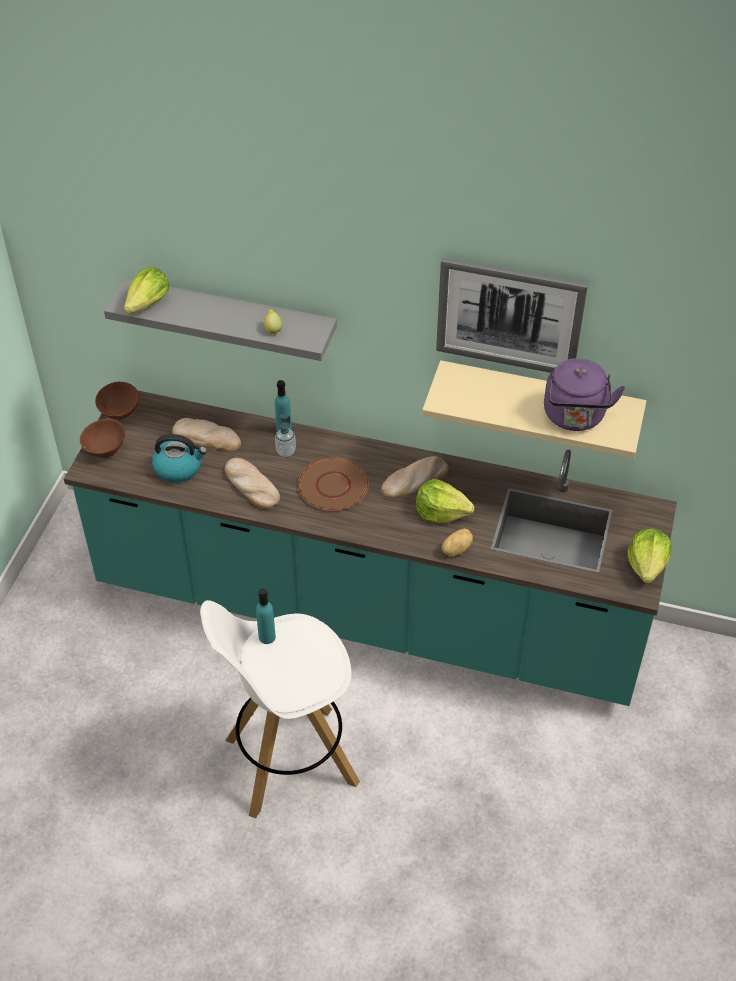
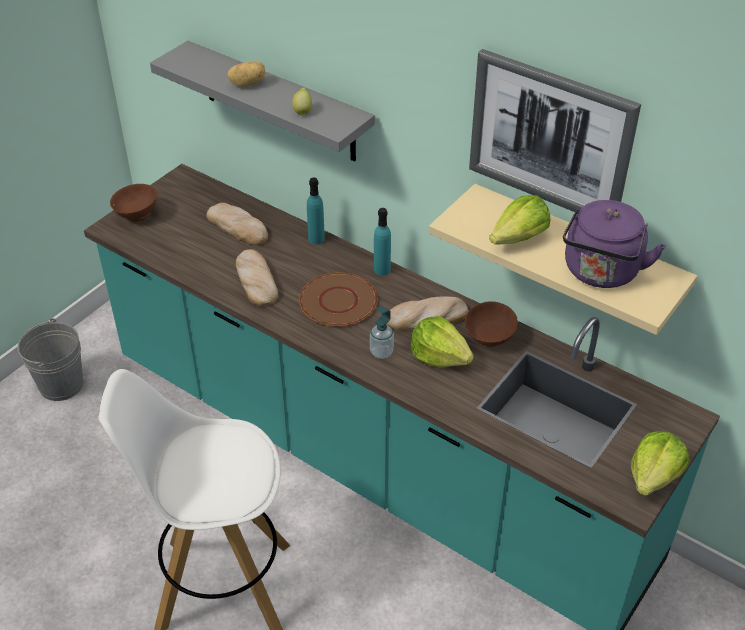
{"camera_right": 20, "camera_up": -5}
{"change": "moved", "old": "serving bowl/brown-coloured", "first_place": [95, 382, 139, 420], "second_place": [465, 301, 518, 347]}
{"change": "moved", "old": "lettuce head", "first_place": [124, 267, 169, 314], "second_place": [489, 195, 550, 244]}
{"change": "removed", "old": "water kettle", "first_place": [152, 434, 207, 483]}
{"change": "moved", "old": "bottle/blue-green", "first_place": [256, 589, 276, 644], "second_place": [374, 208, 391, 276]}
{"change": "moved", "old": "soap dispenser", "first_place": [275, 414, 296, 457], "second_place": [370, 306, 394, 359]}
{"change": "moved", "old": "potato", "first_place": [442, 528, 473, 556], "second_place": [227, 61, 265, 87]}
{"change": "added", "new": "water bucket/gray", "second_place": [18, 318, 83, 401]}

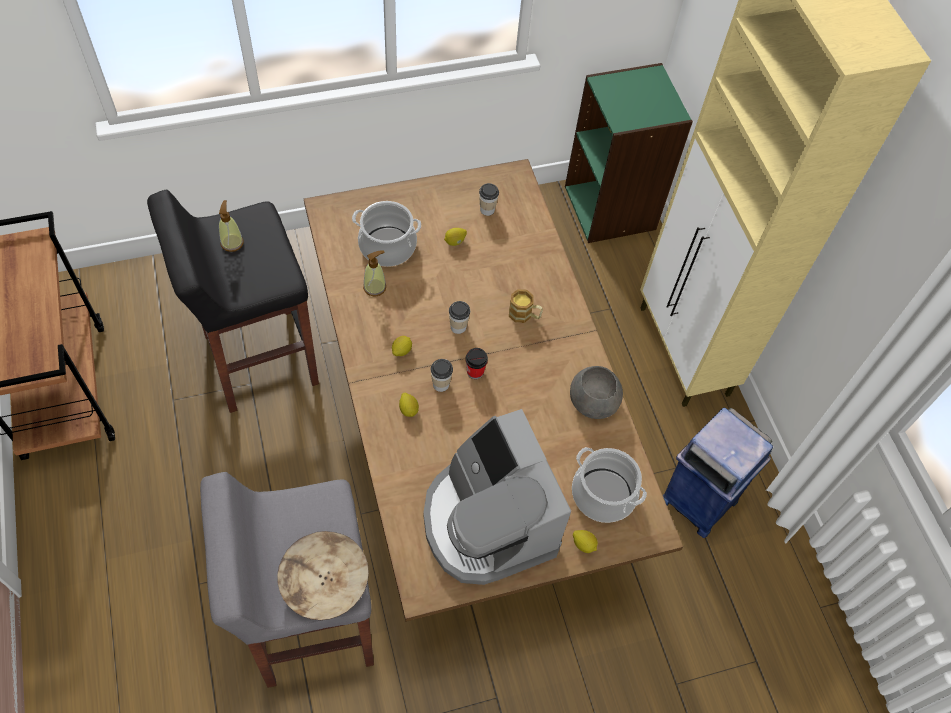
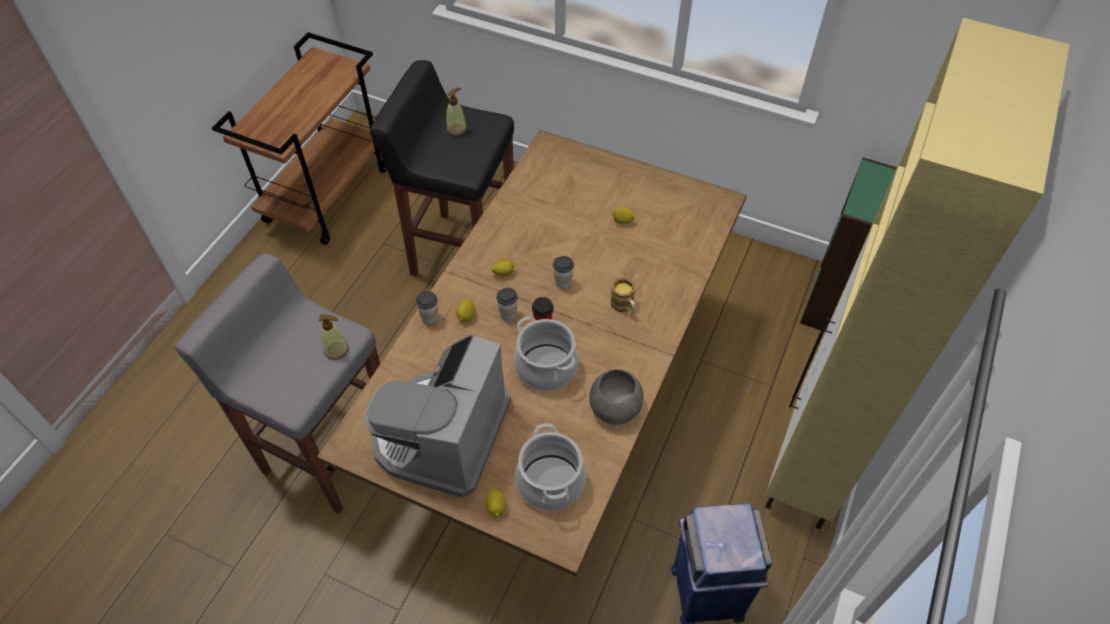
{"camera_right": 45, "camera_up": -5}
{"change": "removed", "old": "serving bowl/sand-coloured", "first_place": [277, 531, 369, 620]}
{"change": "moved", "old": "stockpot", "first_place": [352, 201, 421, 267], "second_place": [514, 316, 578, 391]}
{"change": "moved", "old": "soap dispenser", "first_place": [363, 250, 386, 296], "second_place": [319, 314, 349, 360]}
{"change": "moved", "old": "small cup", "first_place": [479, 183, 499, 216], "second_place": [416, 291, 438, 325]}

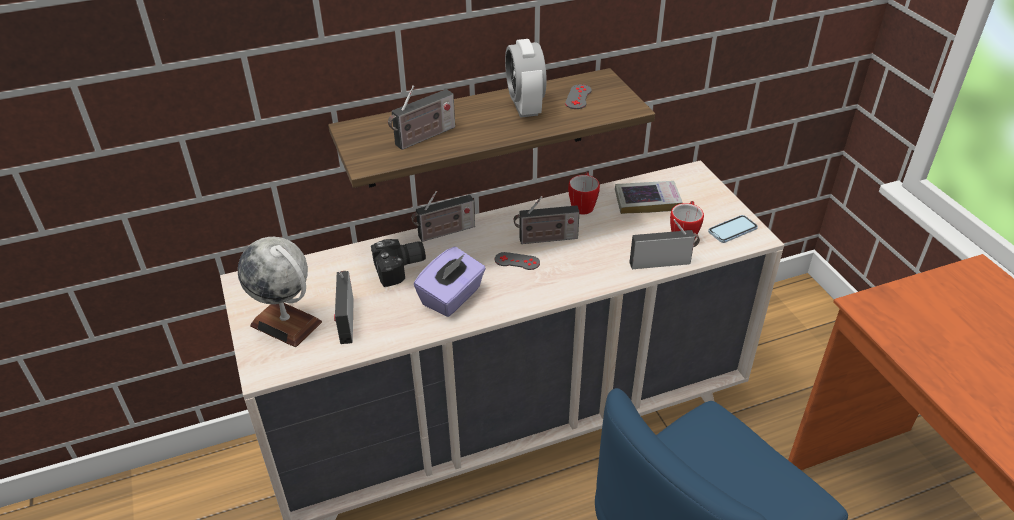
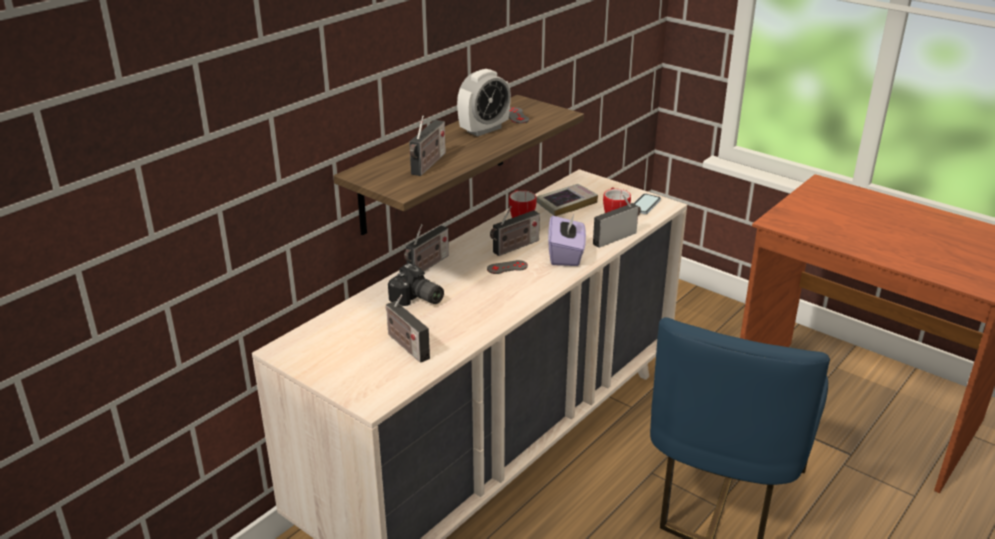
{"camera_right": -30, "camera_up": -10}
{"change": "removed", "old": "desk globe", "first_place": [238, 237, 322, 347]}
{"change": "turned", "old": "still camera", "first_place": [371, 239, 426, 287], "second_place": [388, 263, 444, 306], "degrees": 90}
{"change": "moved", "old": "tissue box/purple", "first_place": [414, 246, 486, 317], "second_place": [548, 212, 586, 266]}
{"change": "turned", "old": "bedside clock", "first_place": [505, 39, 547, 118], "second_place": [457, 69, 511, 137], "degrees": -90}

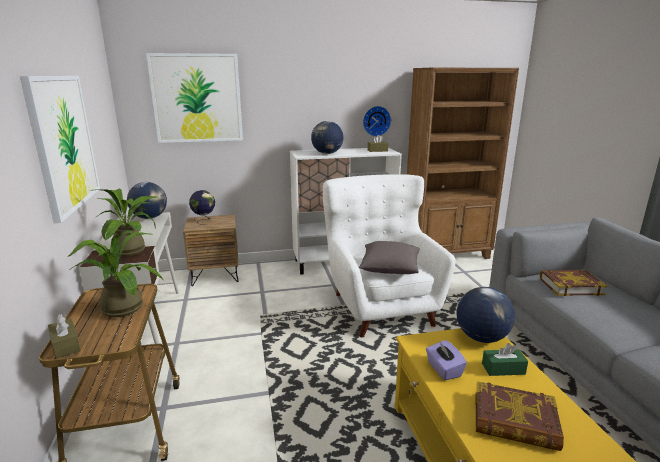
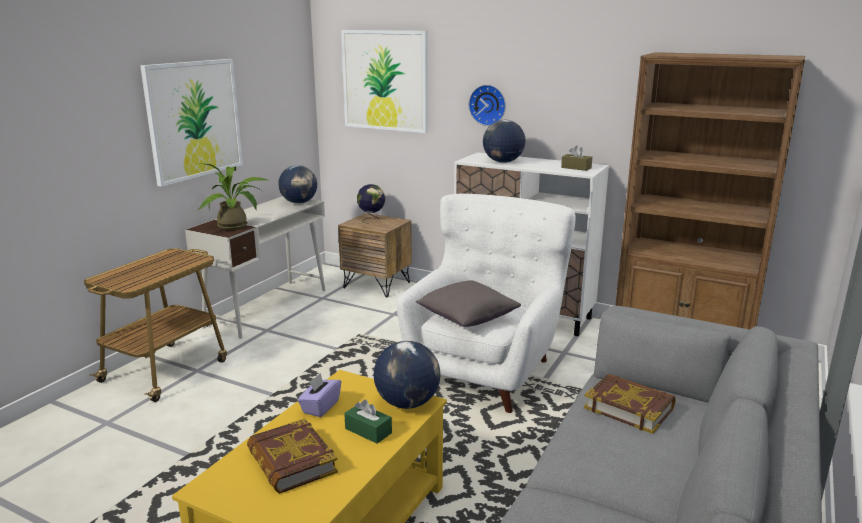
{"camera_right": 40, "camera_up": 0}
{"change": "removed", "old": "tissue box/brown-coloured", "first_place": [48, 314, 81, 358]}
{"change": "removed", "old": "plant in a pot", "first_place": [67, 230, 163, 317]}
{"change": "moved", "old": "wall clock", "first_place": [363, 106, 391, 137], "second_place": [469, 85, 506, 126]}

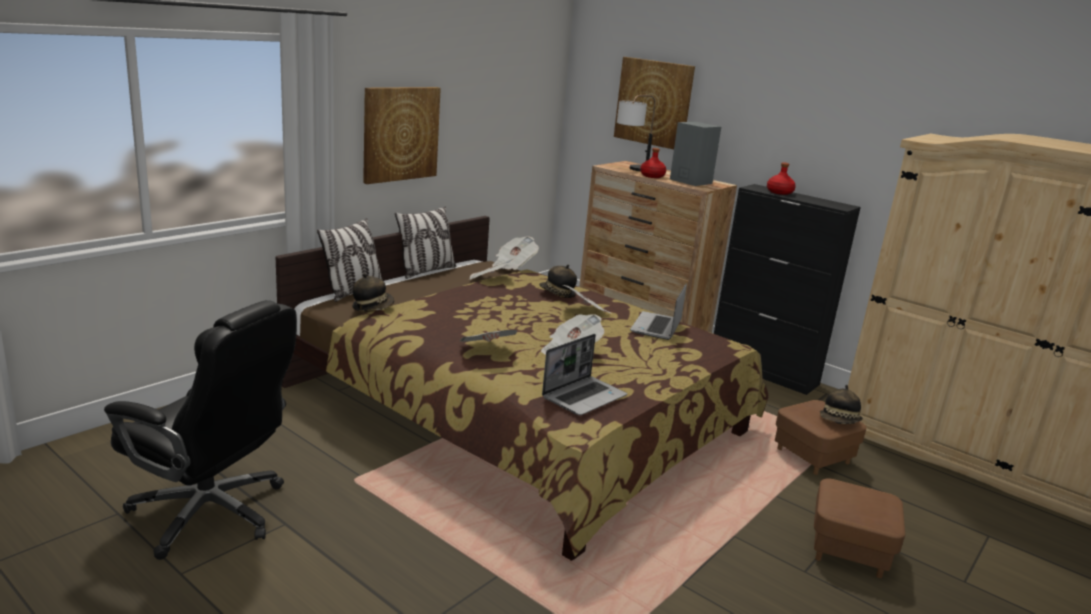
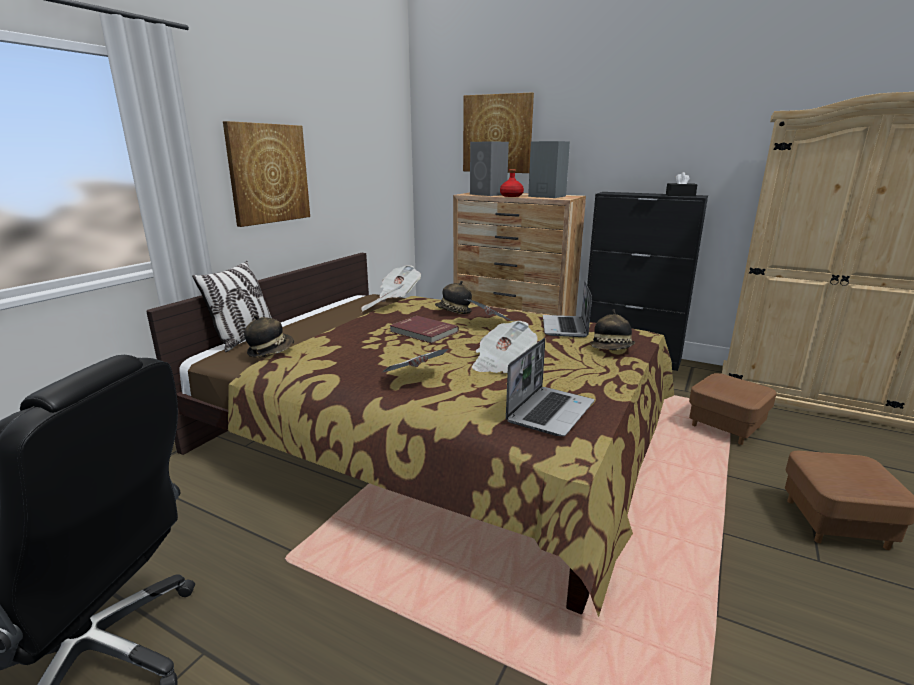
{"camera_right": -10, "camera_up": 0}
{"change": "removed", "old": "pillow", "first_place": [395, 207, 456, 279]}
{"change": "replaced", "old": "tabletop lamp", "new": "loudspeaker/gray", "first_place": [617, 95, 656, 171], "second_place": [470, 142, 509, 196]}
{"change": "removed", "old": "bottle/red", "first_place": [767, 162, 796, 195]}
{"change": "moved", "old": "hat", "first_place": [820, 385, 863, 424], "second_place": [590, 309, 635, 350]}
{"change": "added", "new": "volume/red", "second_place": [390, 316, 459, 344]}
{"change": "added", "new": "tissue box/black", "second_place": [666, 172, 697, 196]}

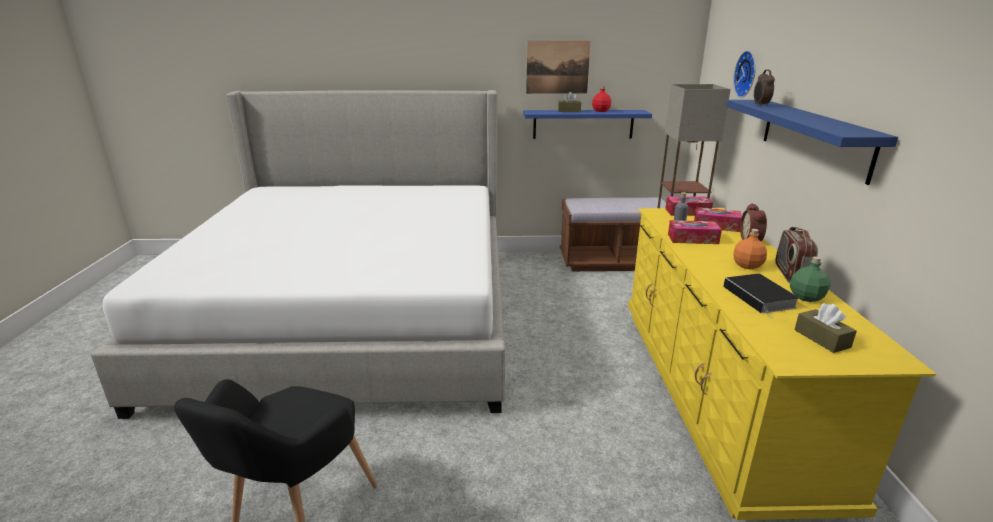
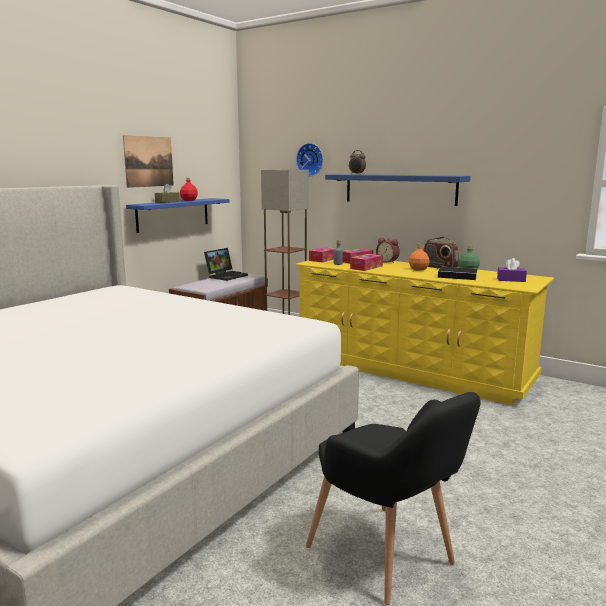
{"camera_right": -55, "camera_up": -10}
{"change": "recoloured", "old": "tissue box/brown-coloured", "new": "tissue box/purple", "first_place": [795, 303, 857, 353], "second_place": [497, 258, 527, 282]}
{"change": "added", "new": "laptop", "second_place": [204, 248, 248, 281]}

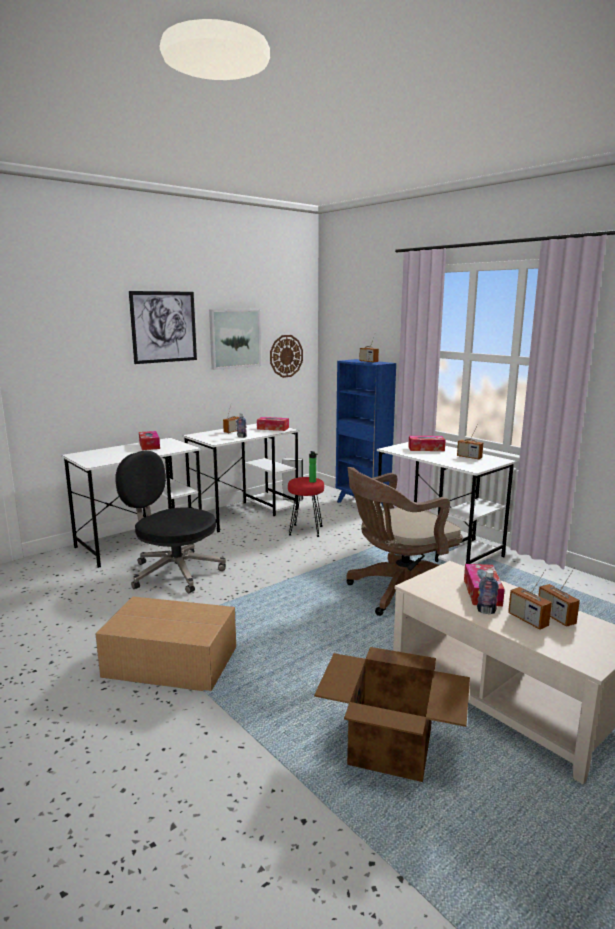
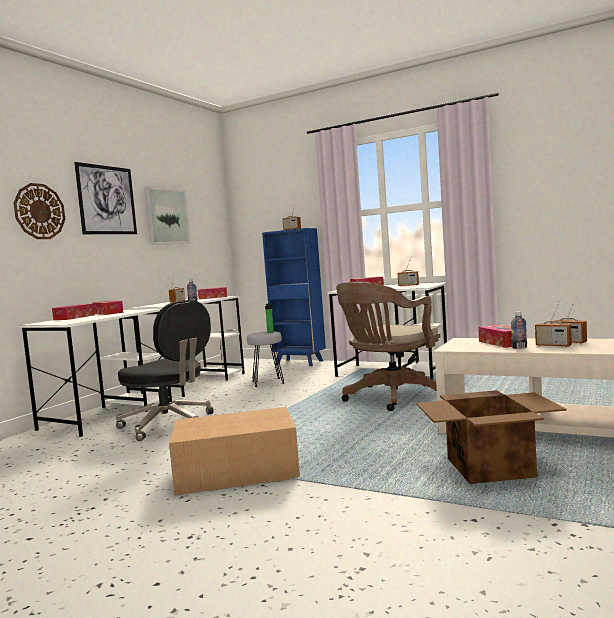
{"camera_right": -20, "camera_up": -10}
{"change": "turned", "old": "office chair/black", "first_place": [115, 451, 226, 593], "second_place": [116, 300, 214, 441], "degrees": -150}
{"change": "moved", "old": "wall clock", "first_place": [270, 335, 303, 378], "second_place": [14, 183, 65, 239]}
{"change": "recoloured", "old": "sitting stool/red", "new": "sitting stool/gray", "first_place": [288, 477, 324, 537], "second_place": [247, 331, 285, 387]}
{"change": "added", "new": "tissue box", "second_place": [52, 303, 95, 320]}

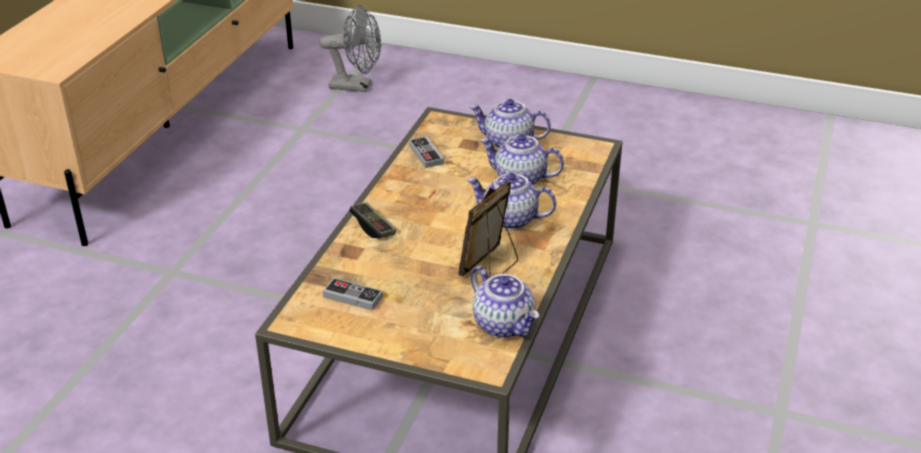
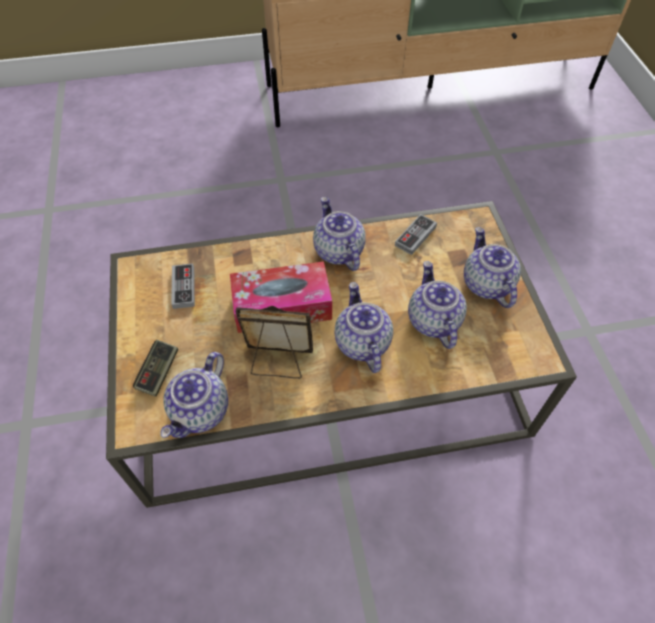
{"camera_right": 60, "camera_up": 20}
{"change": "removed", "old": "cooling fan/gray", "first_place": [319, 5, 381, 92]}
{"change": "moved", "old": "game controller", "first_place": [349, 202, 397, 239], "second_place": [133, 340, 178, 397]}
{"change": "added", "new": "tissue box", "second_place": [230, 261, 332, 333]}
{"change": "added", "new": "tea pot", "second_place": [313, 197, 366, 271]}

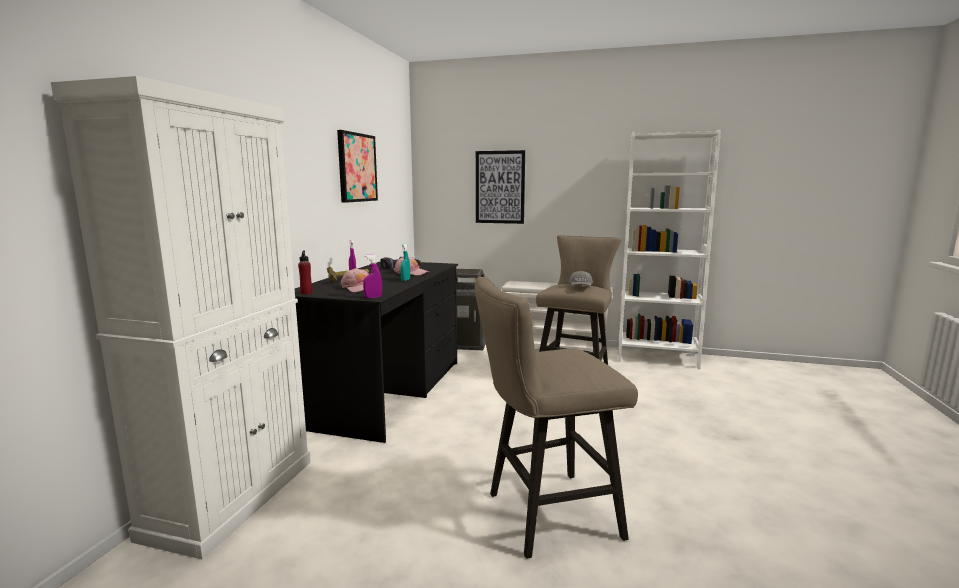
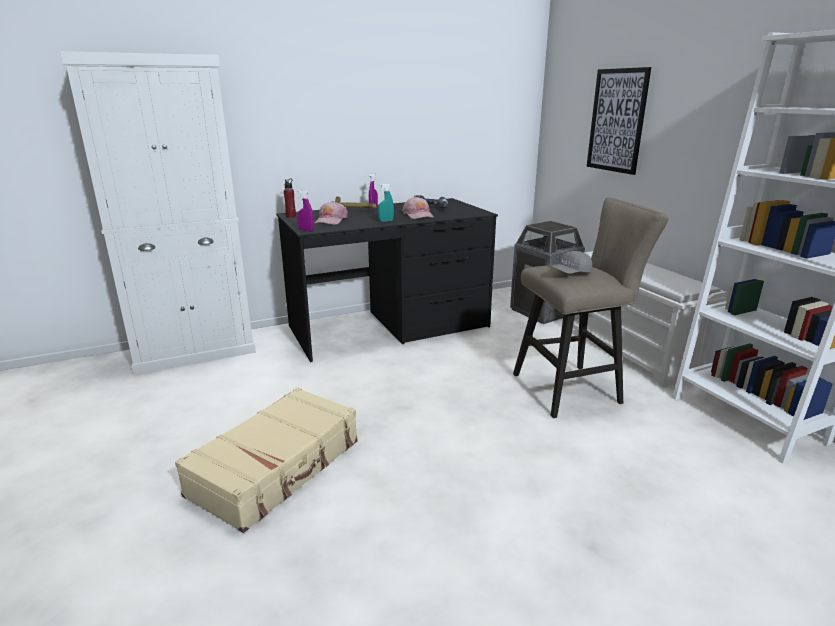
{"camera_right": 50, "camera_up": 10}
{"change": "removed", "old": "wall art", "first_place": [337, 130, 378, 203]}
{"change": "replaced", "old": "sitting stool/sand-coloured", "new": "suitcase/sand-coloured", "first_place": [474, 277, 638, 559], "second_place": [175, 387, 357, 533]}

